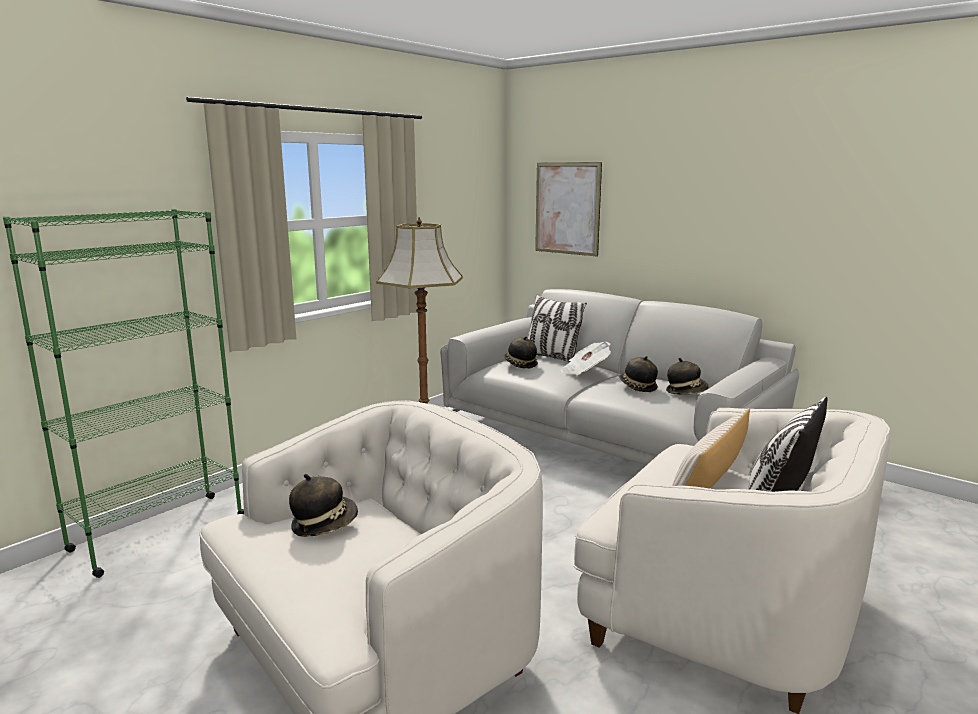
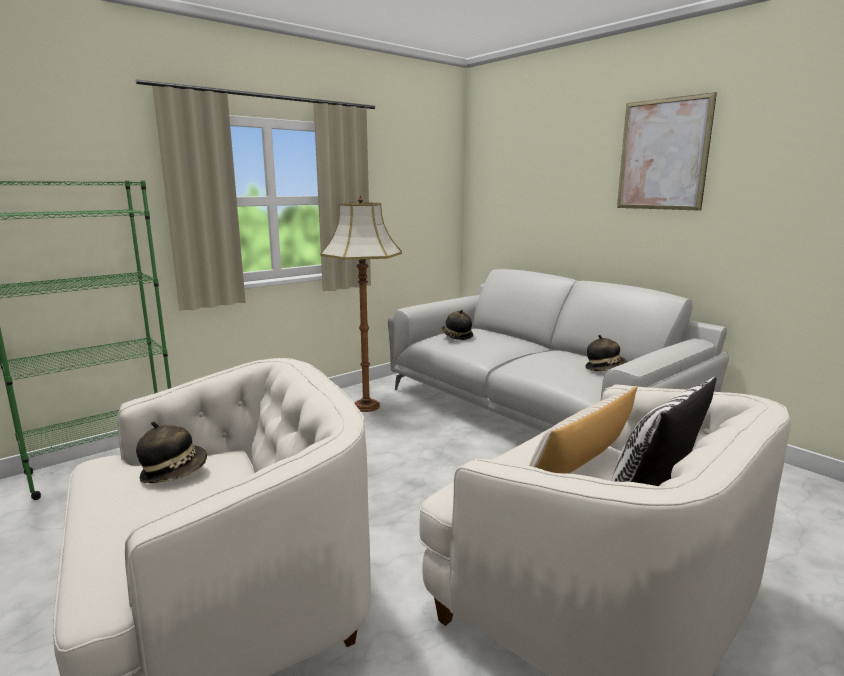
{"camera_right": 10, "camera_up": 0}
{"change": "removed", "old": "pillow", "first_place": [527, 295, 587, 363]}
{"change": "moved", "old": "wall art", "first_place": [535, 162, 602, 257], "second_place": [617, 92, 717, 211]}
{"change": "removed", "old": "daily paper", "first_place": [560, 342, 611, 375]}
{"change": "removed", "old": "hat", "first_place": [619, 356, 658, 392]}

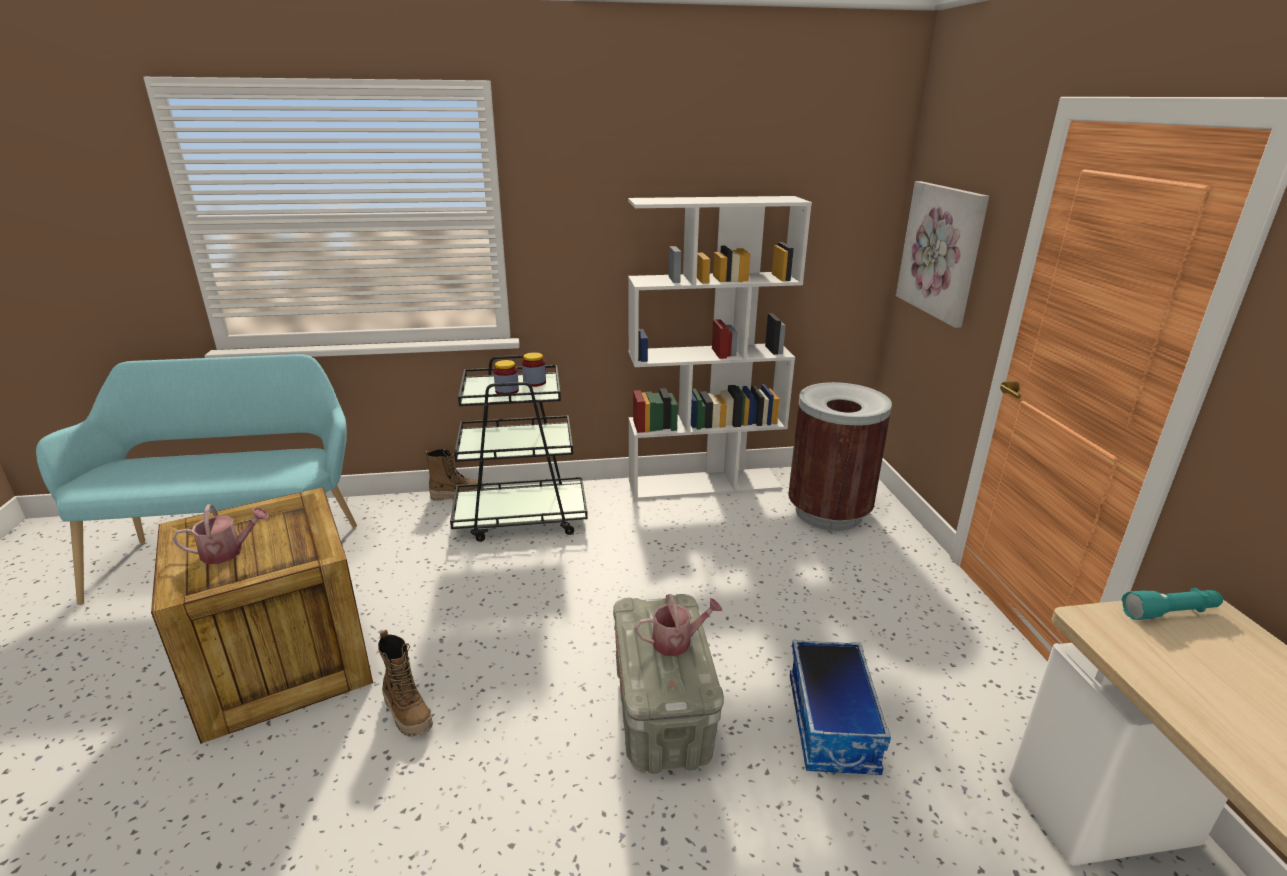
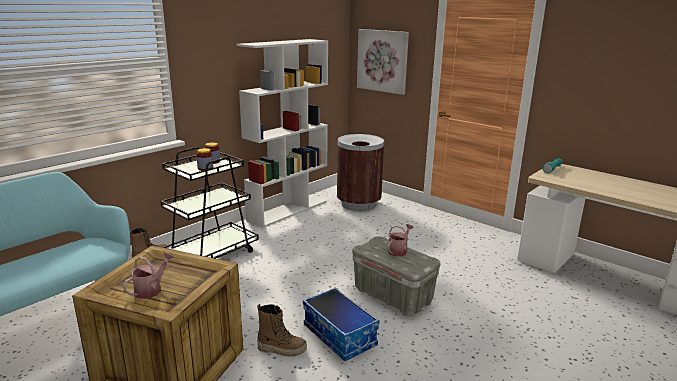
{"camera_right": -40, "camera_up": -5}
{"change": "moved", "old": "storage box", "first_place": [790, 640, 891, 775], "second_place": [303, 287, 380, 361]}

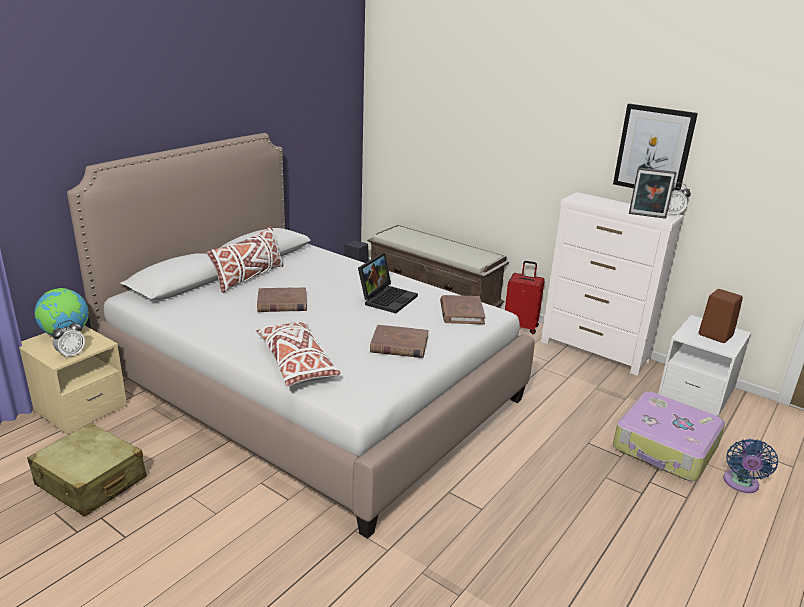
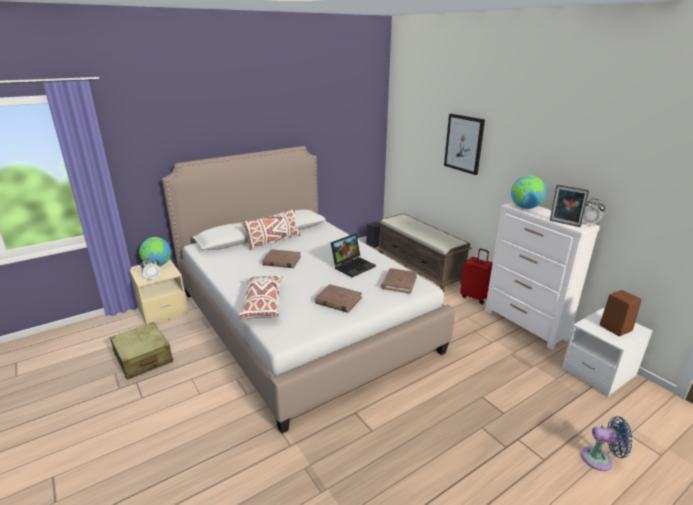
{"camera_right": 20, "camera_up": 0}
{"change": "moved", "old": "wall art", "first_place": [613, 103, 698, 190], "second_place": [444, 114, 485, 175]}
{"change": "removed", "old": "suitcase", "first_place": [613, 392, 725, 481]}
{"change": "turned", "old": "cooling fan/blue-coloured", "first_place": [723, 439, 778, 493], "second_place": [581, 416, 633, 471], "degrees": -120}
{"change": "added", "new": "desk globe", "second_place": [511, 175, 546, 209]}

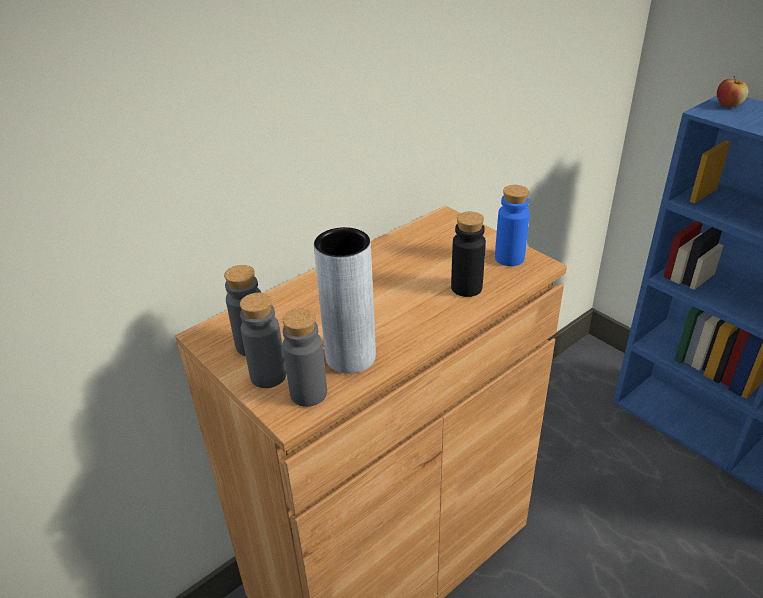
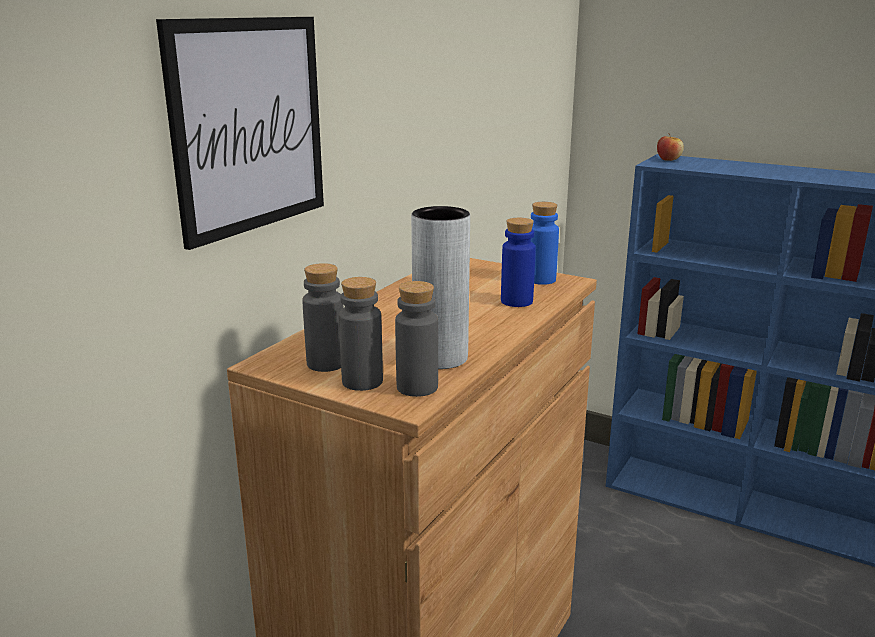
{"camera_right": -20, "camera_up": -15}
{"change": "recoloured", "old": "bottle/black", "new": "bottle/blue-coloured", "first_place": [451, 212, 486, 297], "second_place": [501, 218, 536, 307]}
{"change": "added", "new": "wall art", "second_place": [156, 17, 324, 250]}

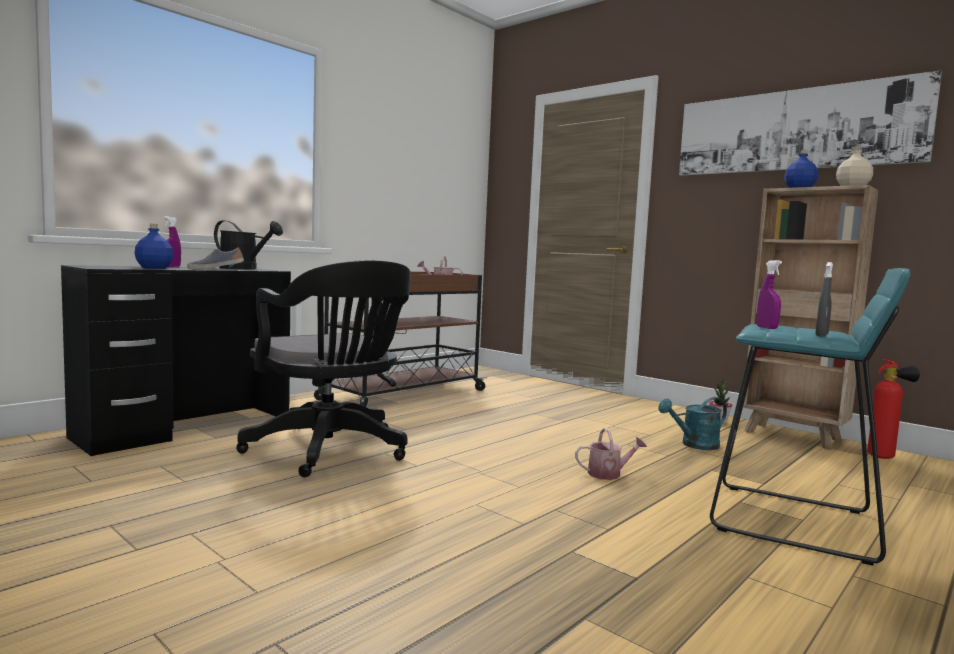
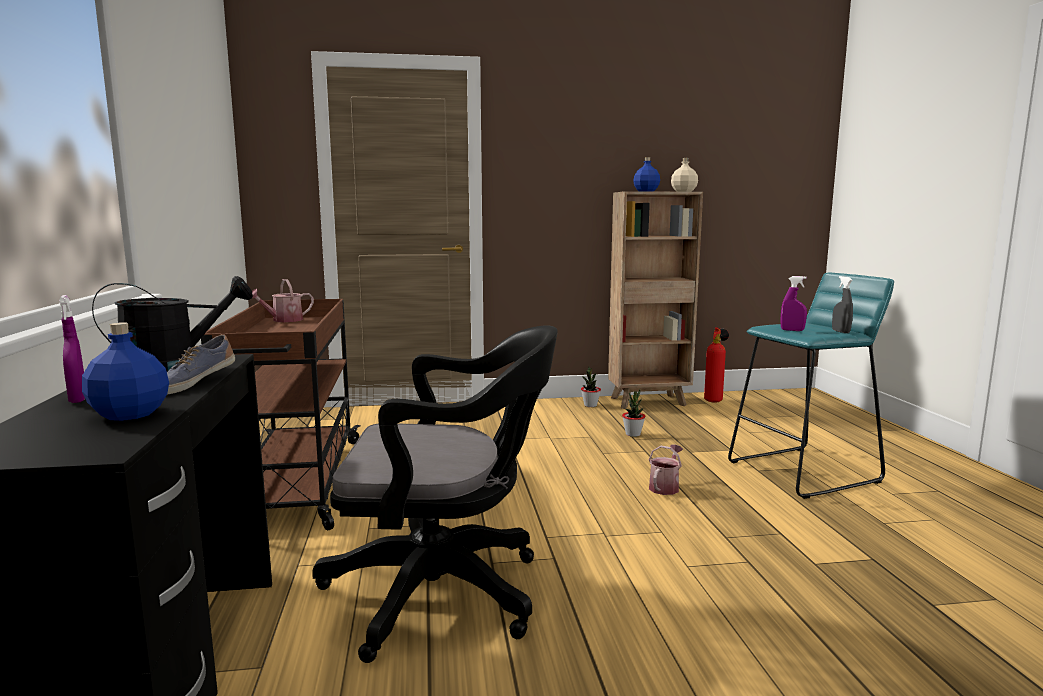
{"camera_right": -50, "camera_up": 5}
{"change": "replaced", "old": "sprinkling can/blue-green", "new": "plant in a pot", "first_place": [658, 397, 727, 450], "second_place": [622, 389, 646, 437]}
{"change": "removed", "old": "wall art", "first_place": [679, 70, 942, 175]}

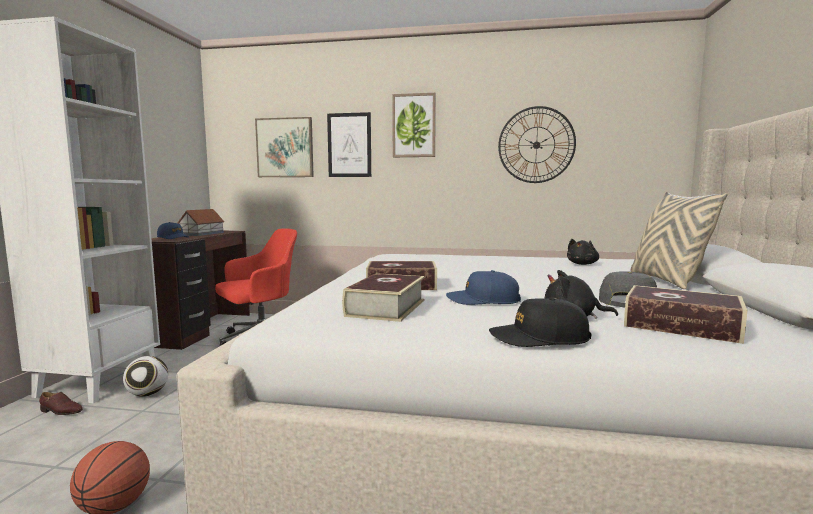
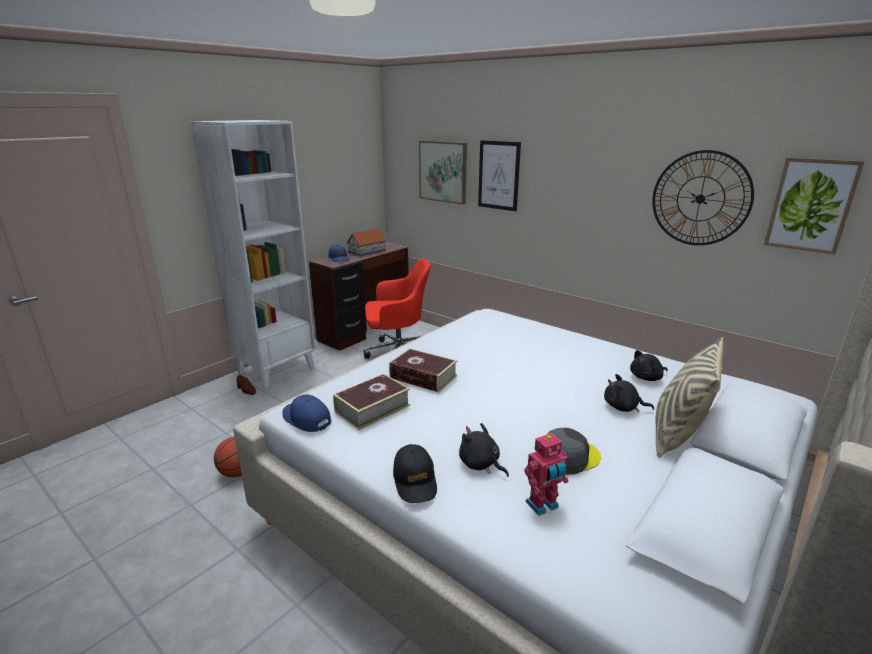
{"camera_right": 30, "camera_up": 15}
{"change": "removed", "old": "football ball", "first_place": [123, 356, 168, 397]}
{"change": "moved", "old": "wall art", "first_place": [392, 93, 436, 157], "second_place": [764, 157, 865, 255]}
{"change": "moved", "old": "peaked cap/blue-coloured", "first_place": [446, 270, 521, 305], "second_place": [282, 394, 331, 432]}
{"change": "turned", "old": "peaked cap/black", "first_place": [489, 298, 591, 347], "second_place": [393, 444, 437, 503], "degrees": -135}
{"change": "replaced", "old": "volume", "new": "model robot", "first_place": [624, 285, 747, 344], "second_place": [524, 433, 568, 516]}
{"change": "added", "new": "cuddly toy/black", "second_place": [604, 374, 654, 412]}

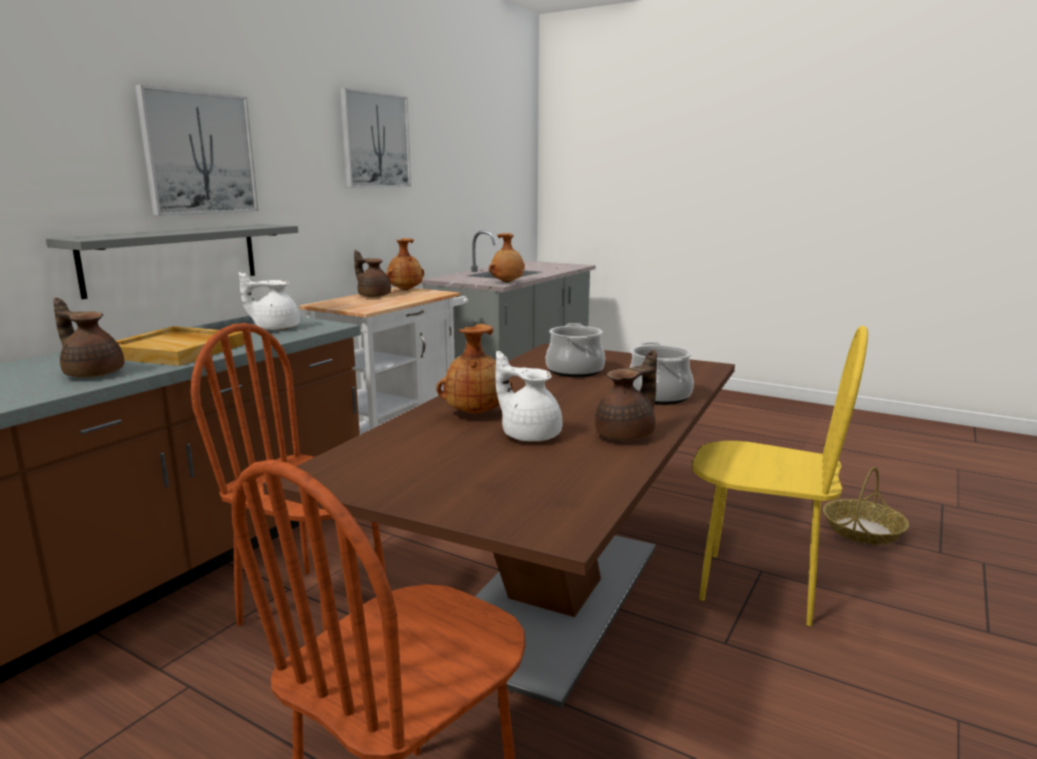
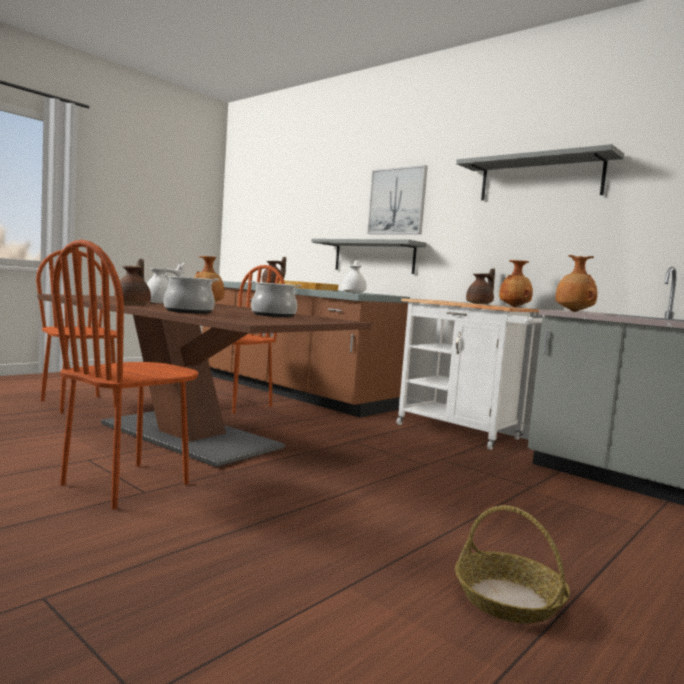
{"camera_right": 100, "camera_up": -10}
{"change": "replaced", "old": "wall art", "new": "bracket shelf/gray", "first_place": [340, 88, 411, 188], "second_place": [456, 144, 624, 200]}
{"change": "turned", "old": "tea pot/brown-coloured", "first_place": [595, 350, 657, 441], "second_place": [114, 258, 151, 305], "degrees": -150}
{"change": "recoloured", "old": "chair/yellow-coloured", "new": "chair/brown-coloured", "first_place": [693, 326, 868, 626], "second_place": [52, 240, 199, 510]}
{"change": "moved", "old": "storage basket", "first_place": [823, 467, 909, 545], "second_place": [455, 505, 570, 624]}

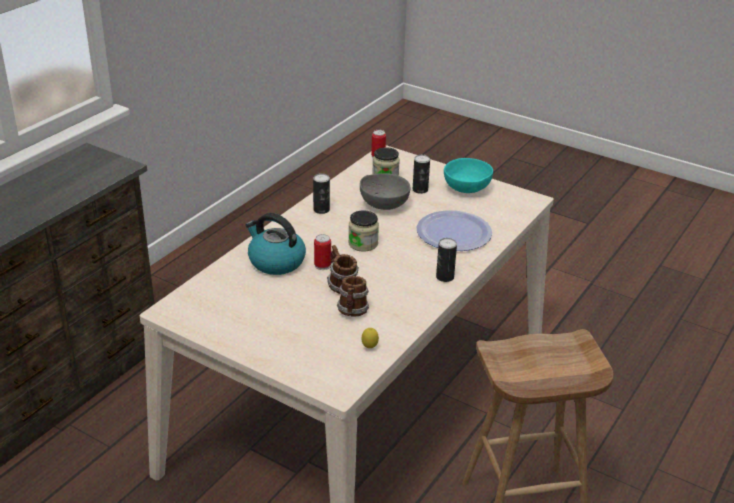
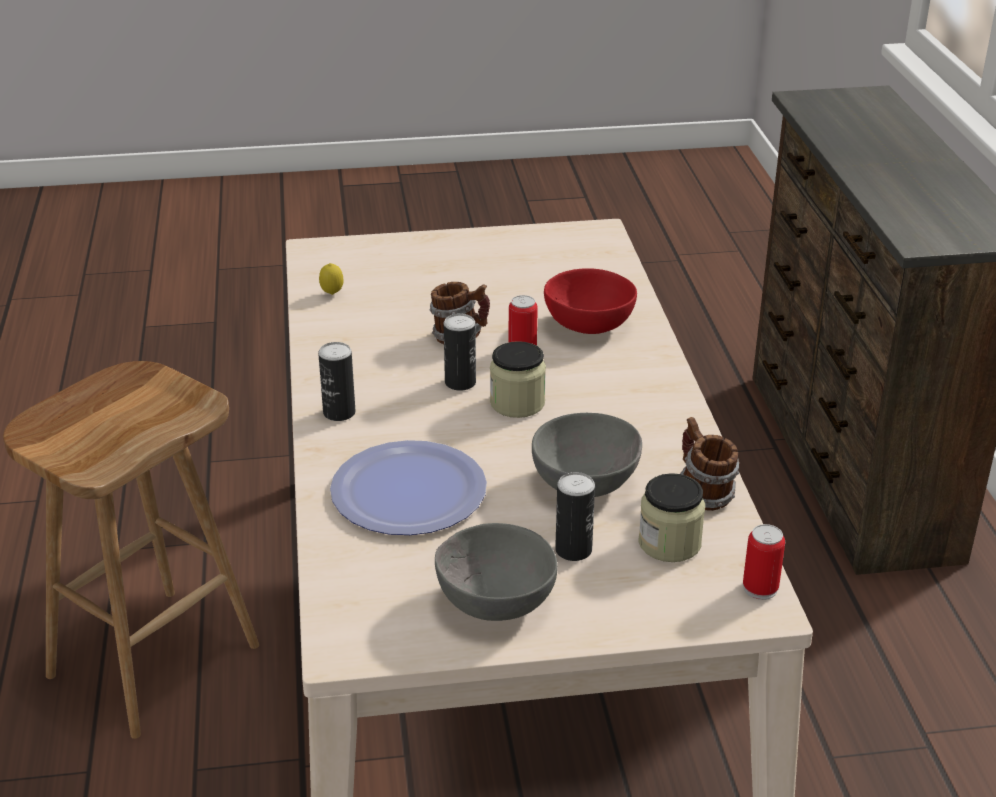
{"camera_right": 140, "camera_up": 0}
{"change": "replaced", "old": "water kettle", "new": "serving bowl/red", "first_place": [246, 213, 306, 275], "second_place": [544, 268, 637, 334]}
{"change": "moved", "old": "can", "first_place": [313, 173, 330, 214], "second_place": [443, 313, 476, 391]}
{"change": "moved", "old": "mug", "first_place": [337, 276, 369, 317], "second_place": [680, 417, 739, 511]}
{"change": "recoloured", "old": "serving bowl/blue-green", "new": "serving bowl/gray", "first_place": [444, 158, 493, 193], "second_place": [435, 523, 558, 621]}

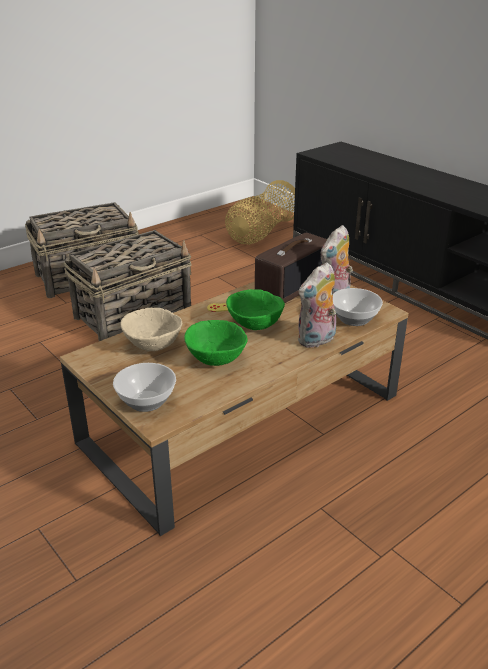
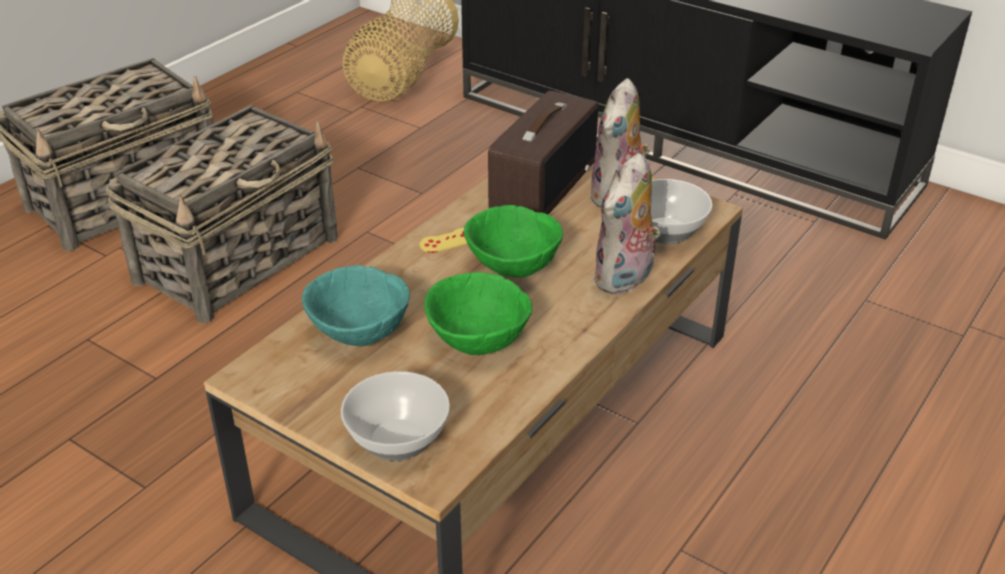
{"camera_right": -15, "camera_up": 5}
{"change": "recoloured", "old": "serving bowl/sand-coloured", "new": "serving bowl/blue-green", "first_place": [120, 308, 182, 351], "second_place": [302, 265, 410, 346]}

